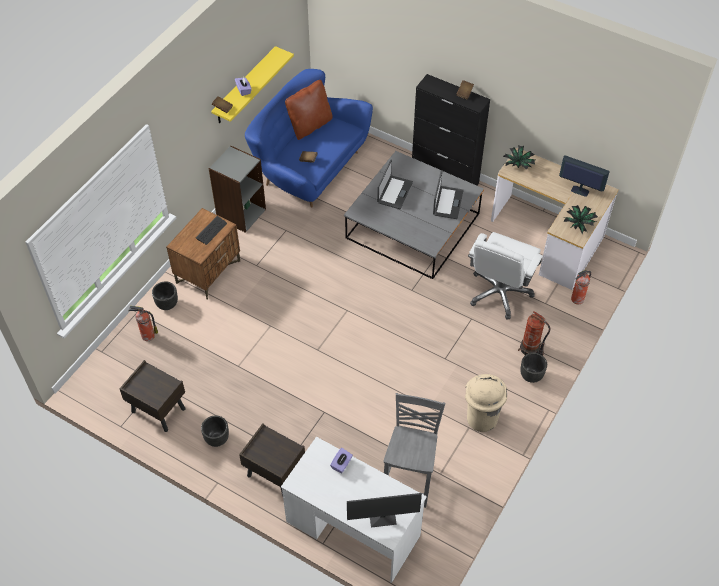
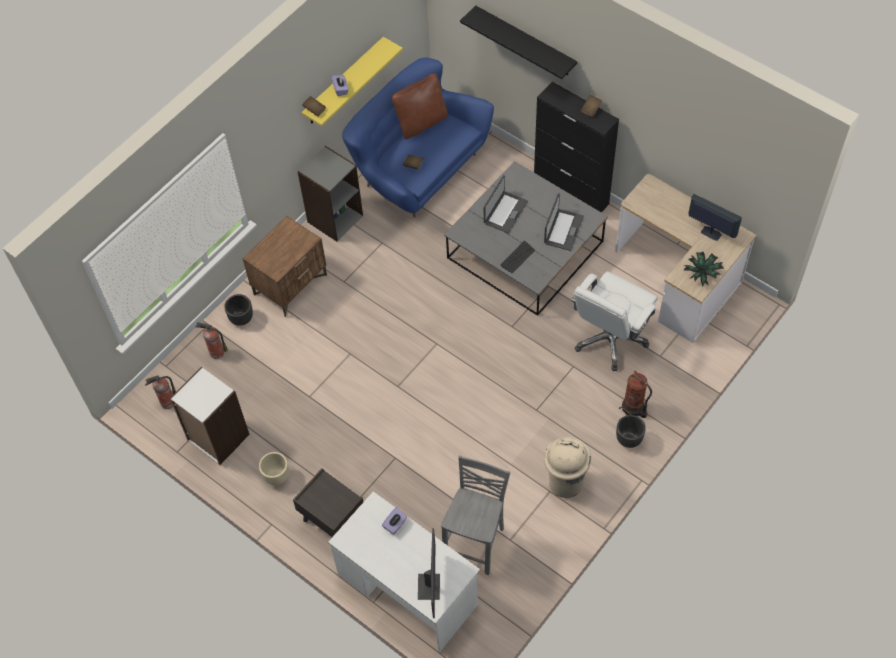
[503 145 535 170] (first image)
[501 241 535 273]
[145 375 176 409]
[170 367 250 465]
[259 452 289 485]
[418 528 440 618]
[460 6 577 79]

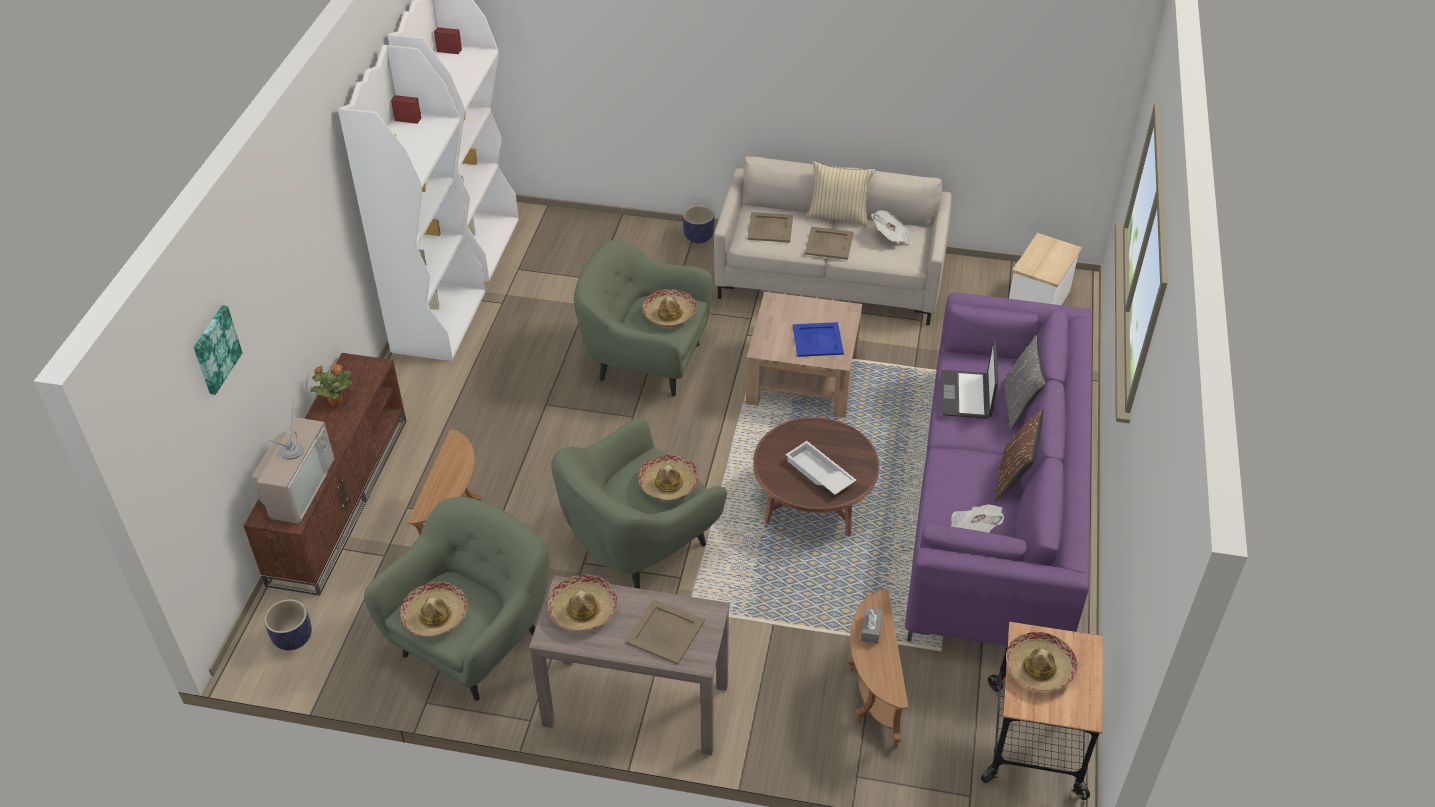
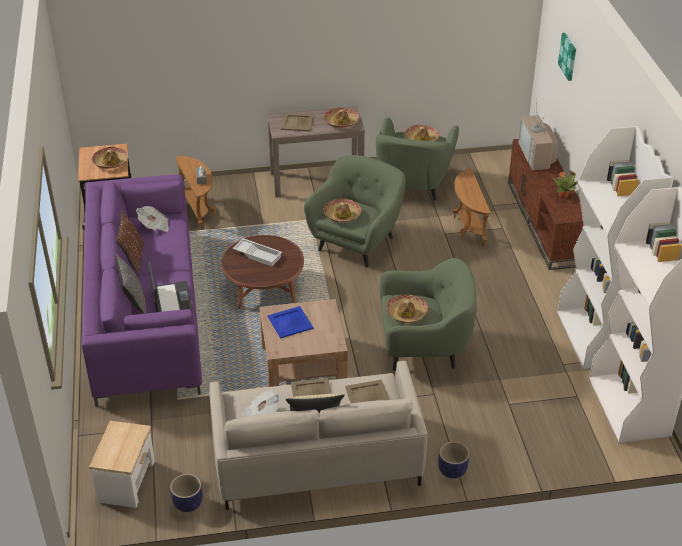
[170 474 203 512]

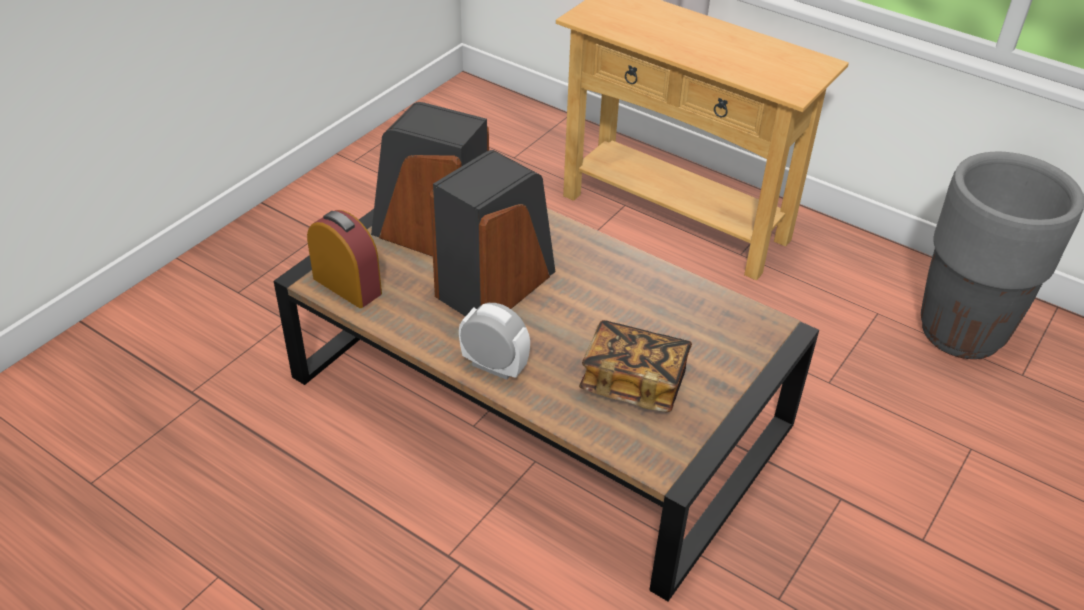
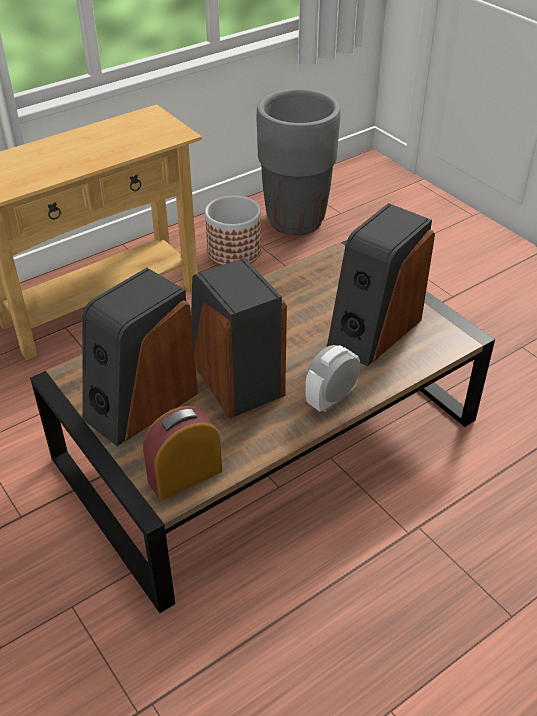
[327 203 435 366]
[205 195 261 265]

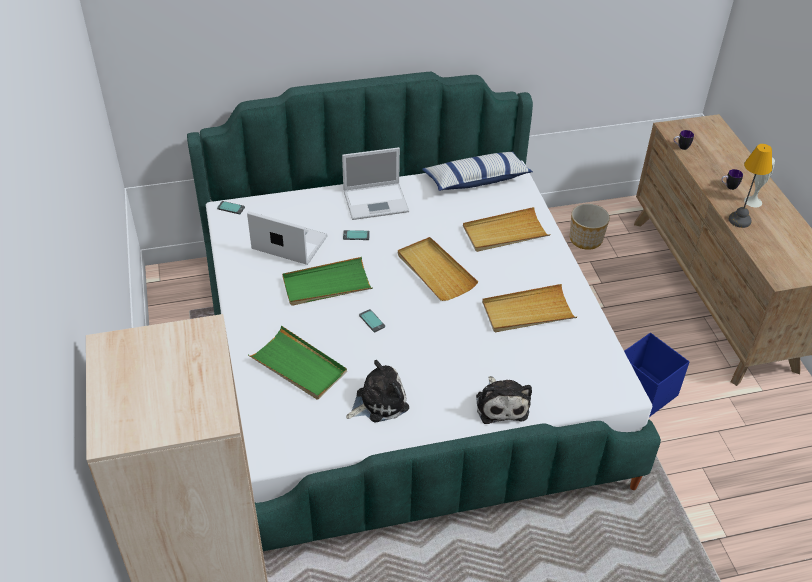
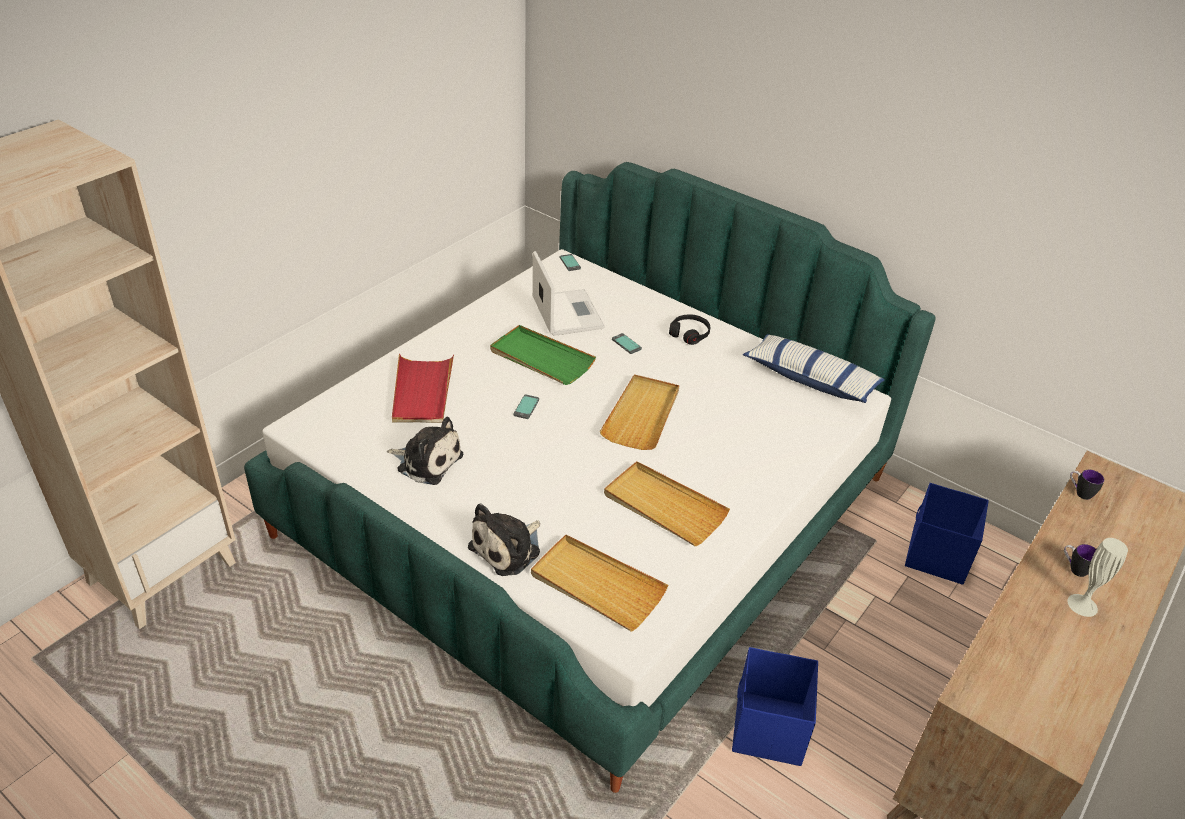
[729 144 772 228] (first image)
[669 314 710 345]
[905 483 989 584]
[531 534 668 631]
[392 354 454 423]

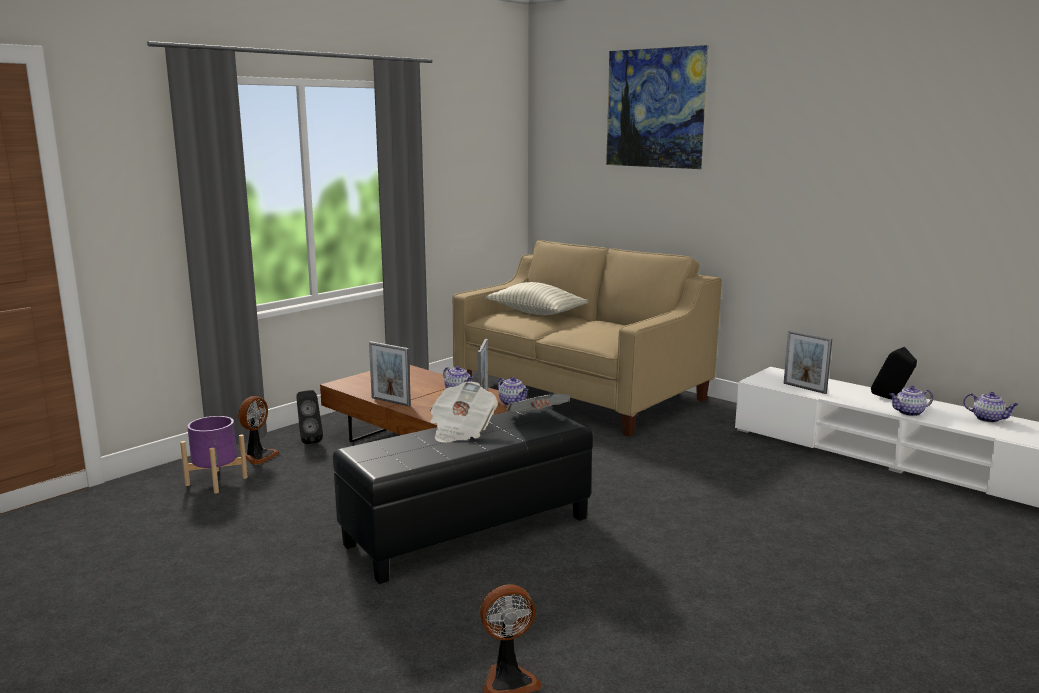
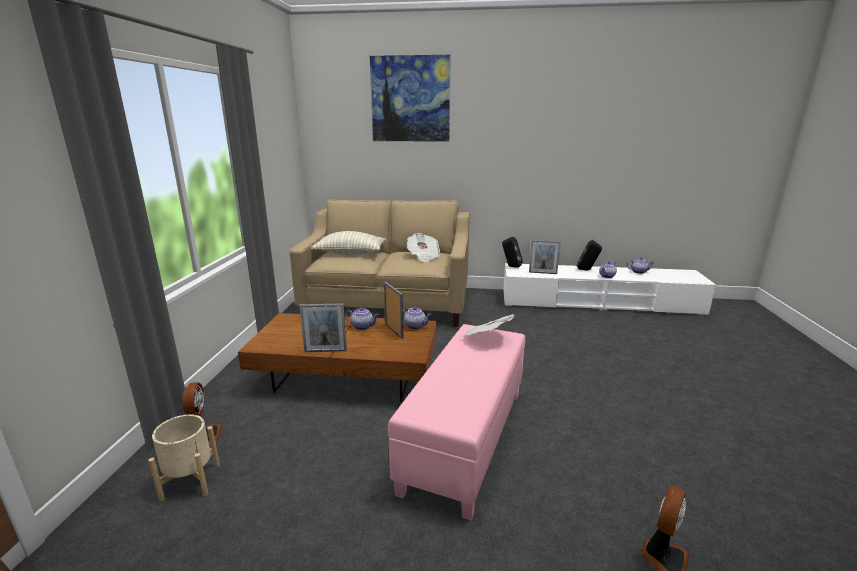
[407 233 440 262]
[502 237 523 268]
[388 324 525 521]
[148 414 220 501]

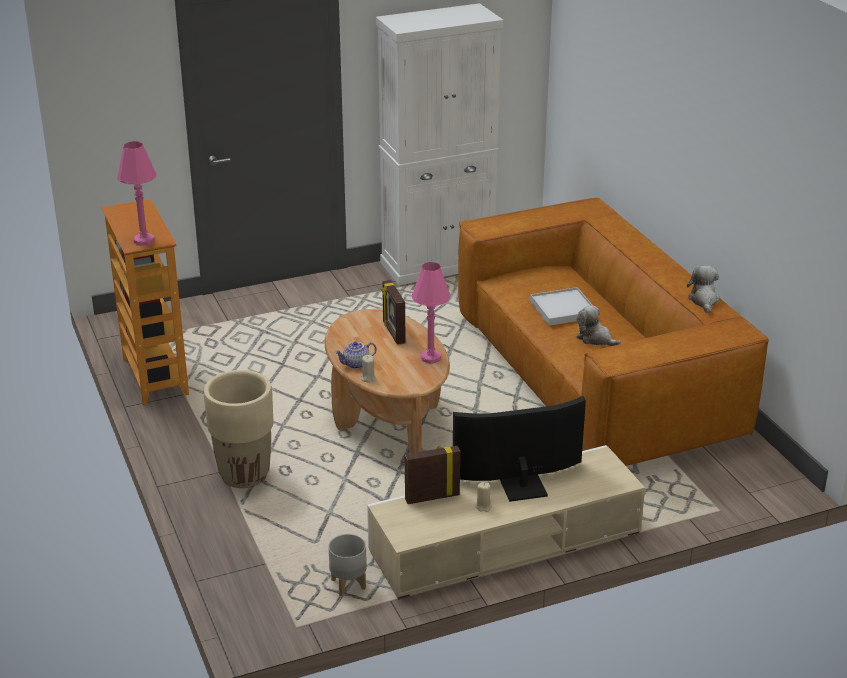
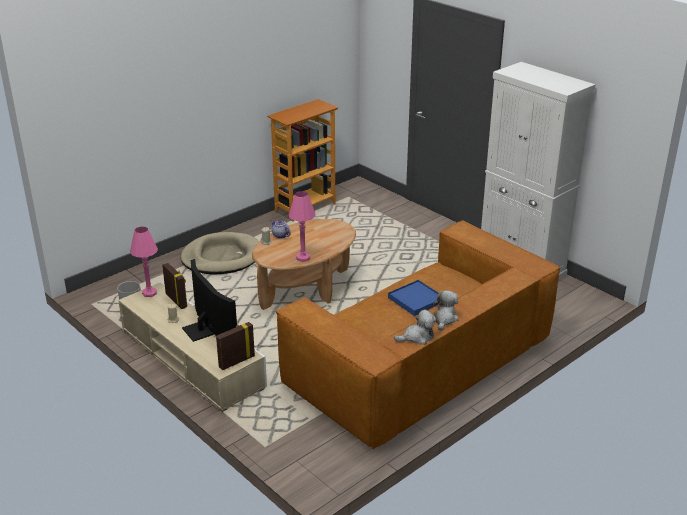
[130 226 158 297]
[216 322 255 370]
[388 280 439 316]
[432 290 459 331]
[181 232 259 275]

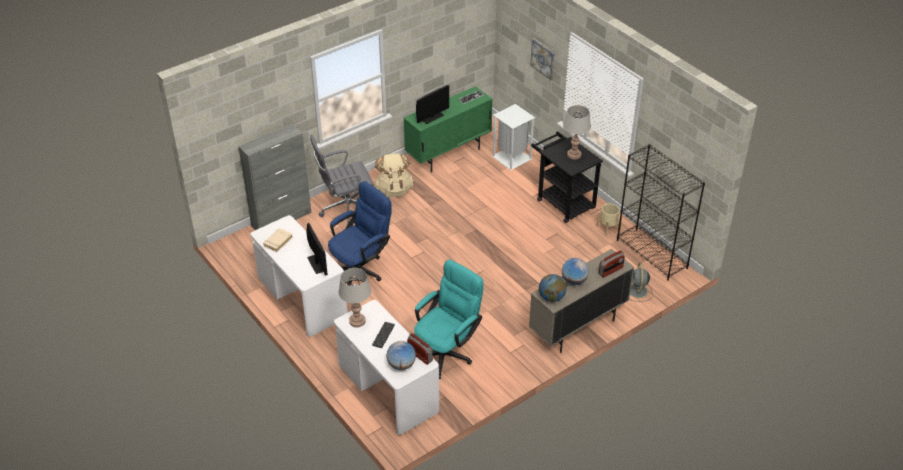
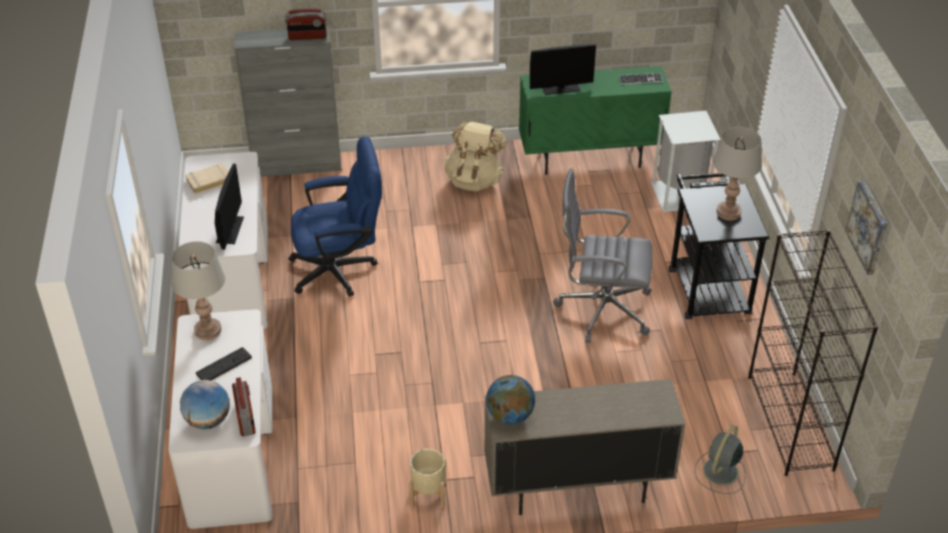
[845 180 888 275]
[553 168 652 343]
[409 449 447 507]
[285 9 327 40]
[562 258 589 285] (first image)
[414 259 484 379] (first image)

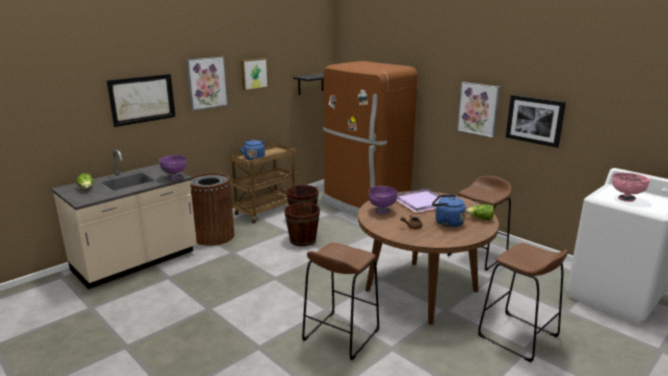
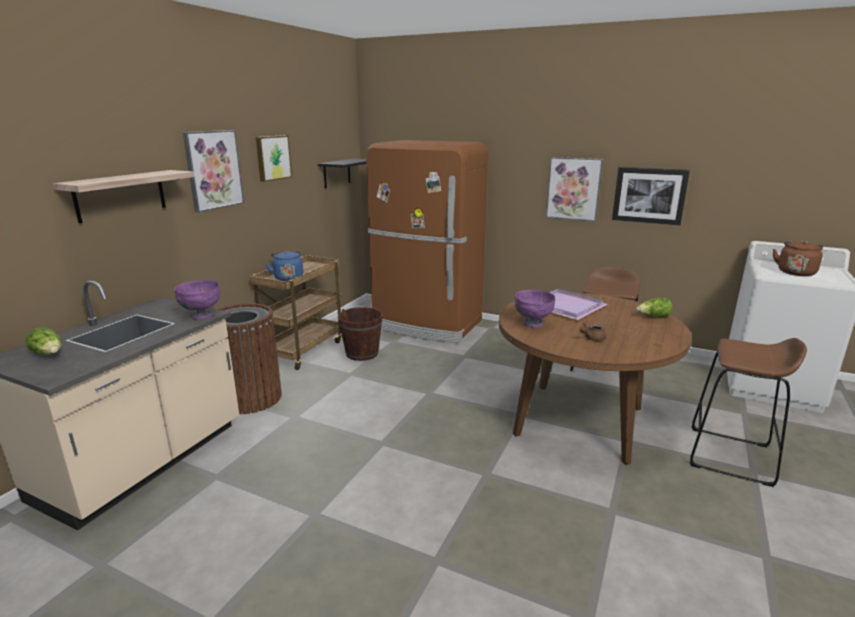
[53 170 194 223]
[773 241 823 276]
[432 194 466 227] (first image)
[284 202 320 246] (first image)
[302 242 379 360] (first image)

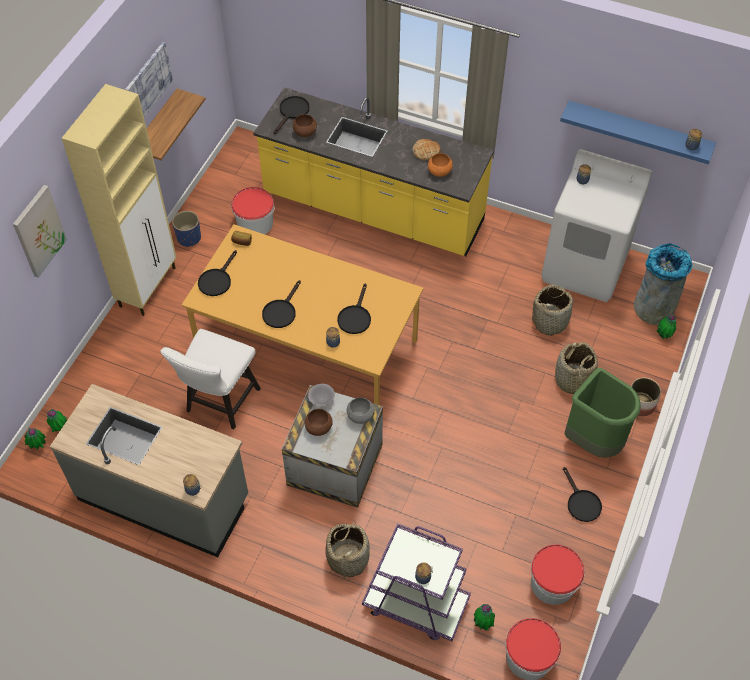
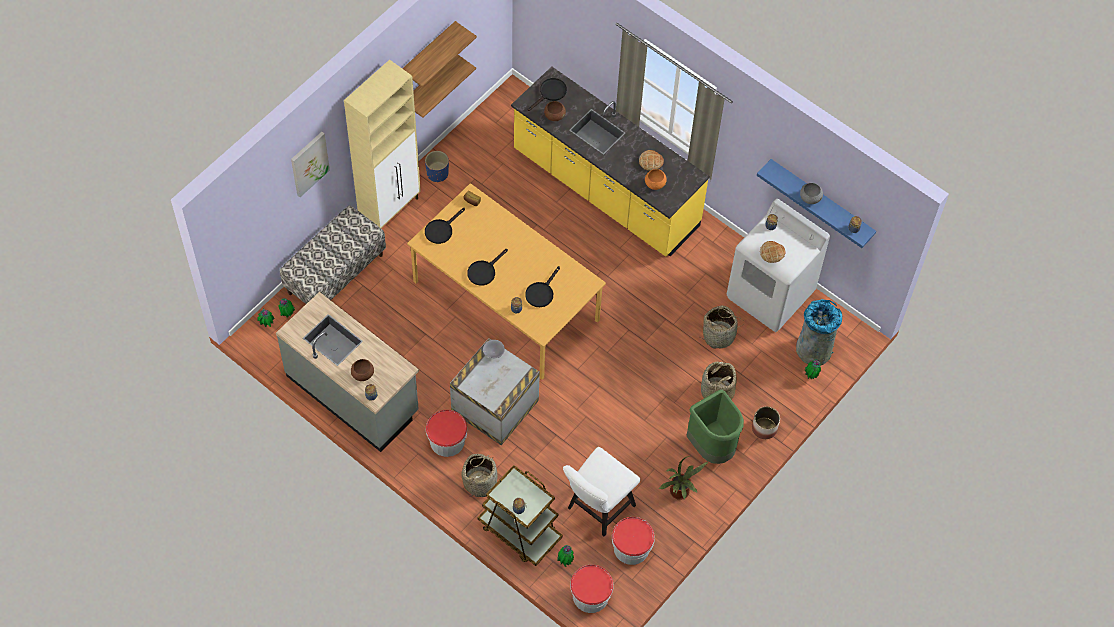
[402 21 477 87]
[426 410 467 457]
[563 447 640 536]
[800 183 823 204]
[351 359 374 381]
[659 456 708 500]
[478 465 563 566]
[280 205 386 304]
[760 241 786 263]

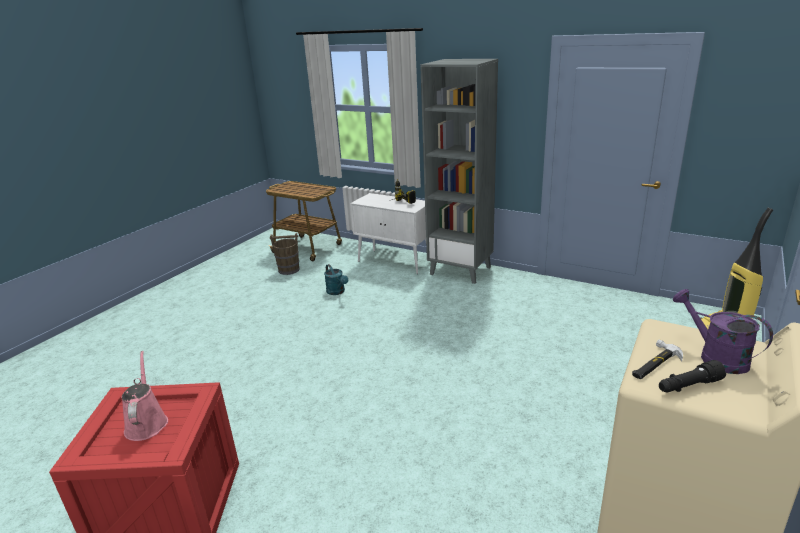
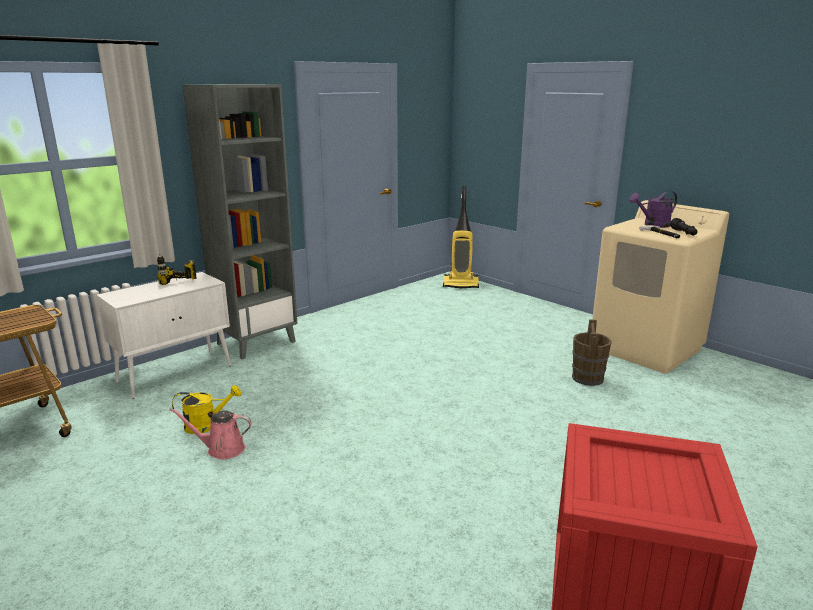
[572 319 612 386]
[172 385 241 434]
[170 408 252 459]

